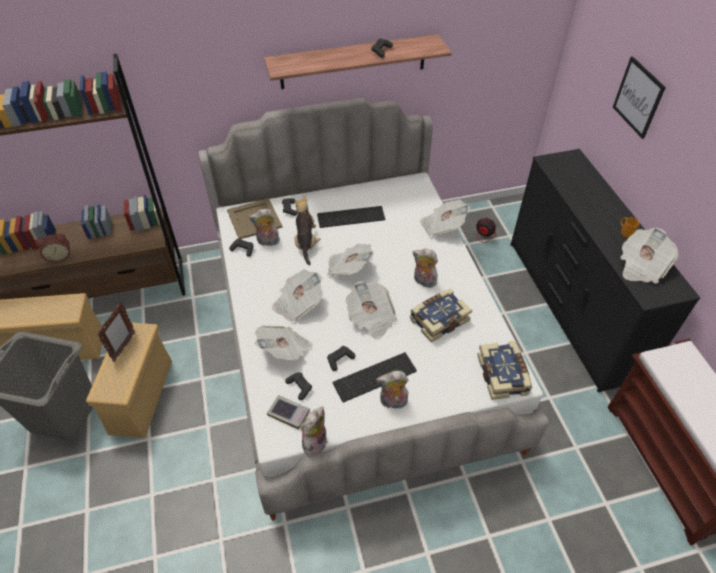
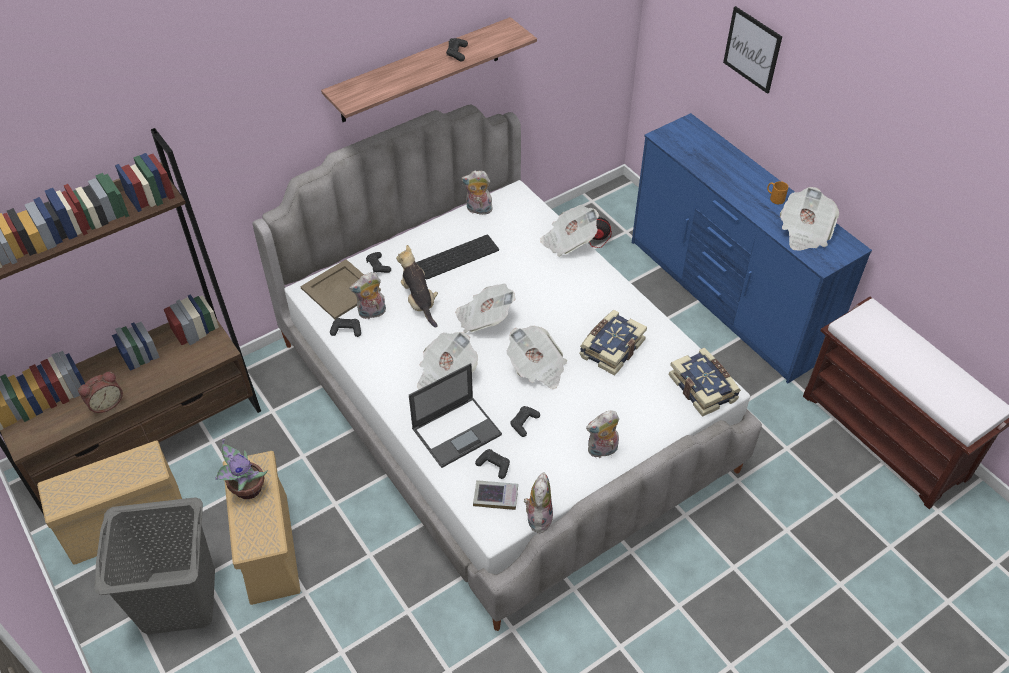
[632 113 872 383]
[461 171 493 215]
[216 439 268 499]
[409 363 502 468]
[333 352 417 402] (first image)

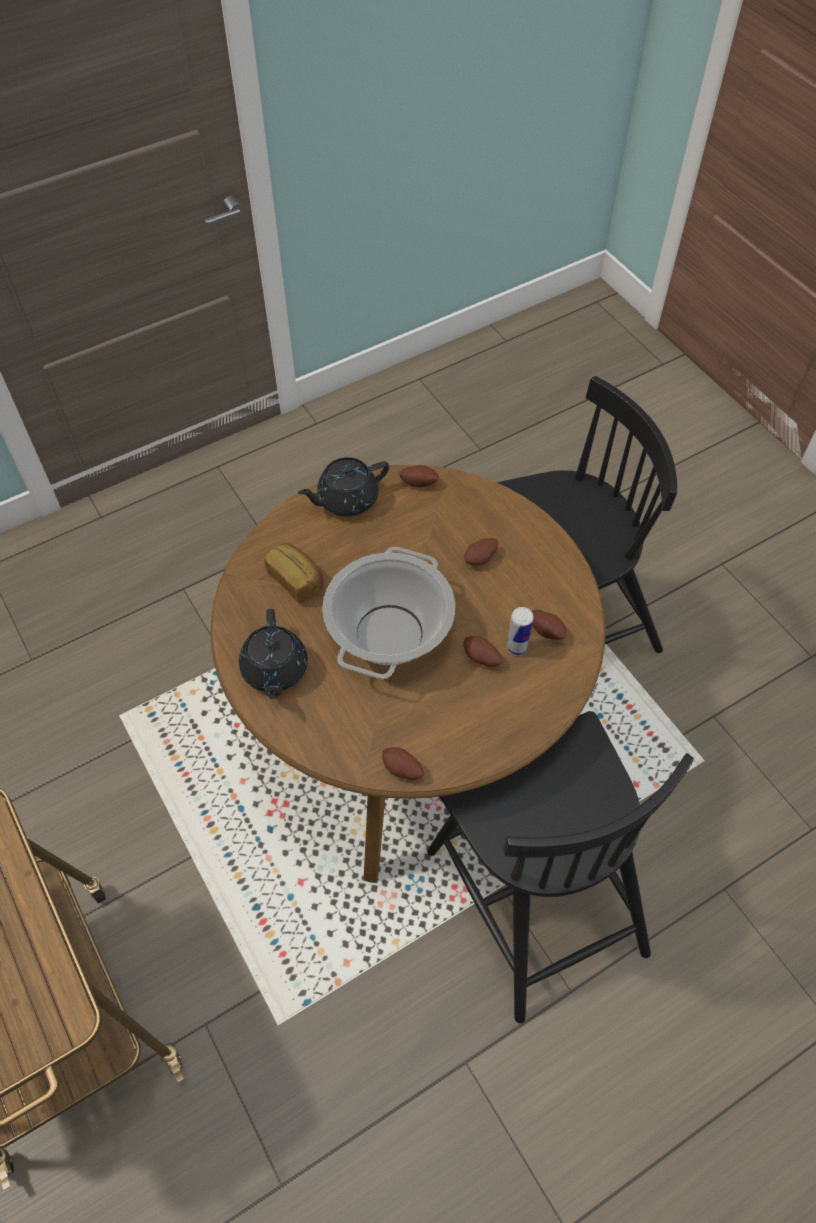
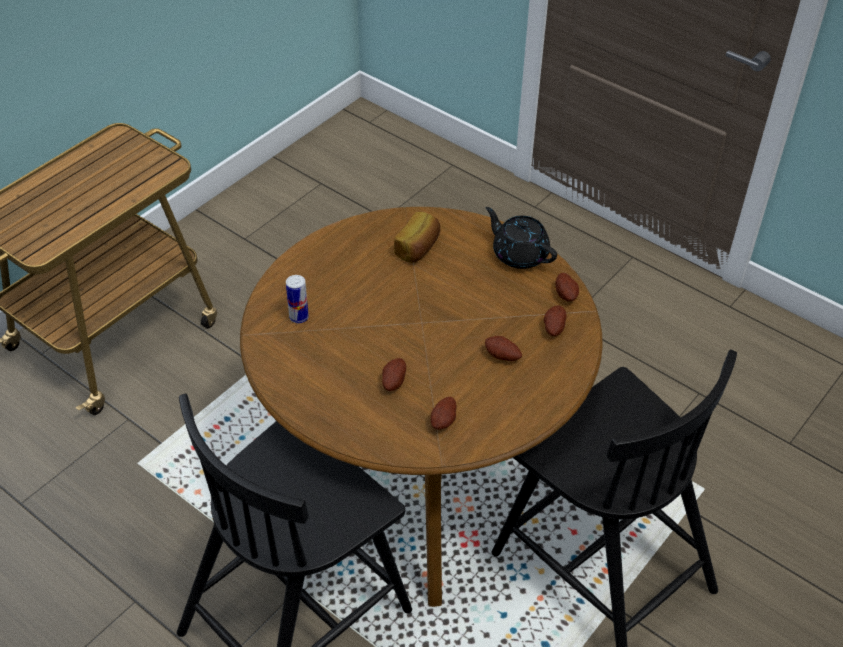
[322 547 455 679] (first image)
[286 275 309 323]
[239 609 308 700] (first image)
[544 306 567 336]

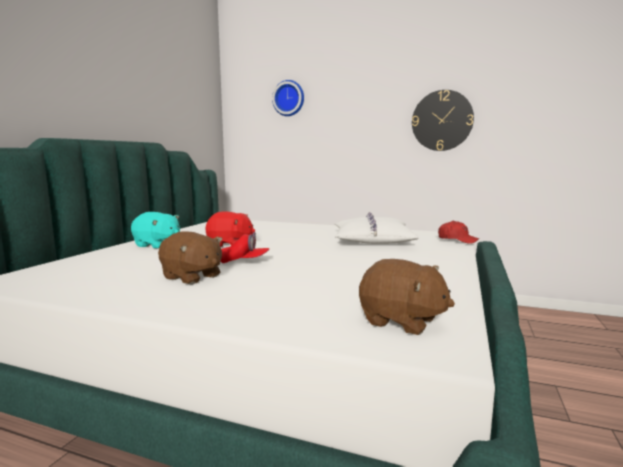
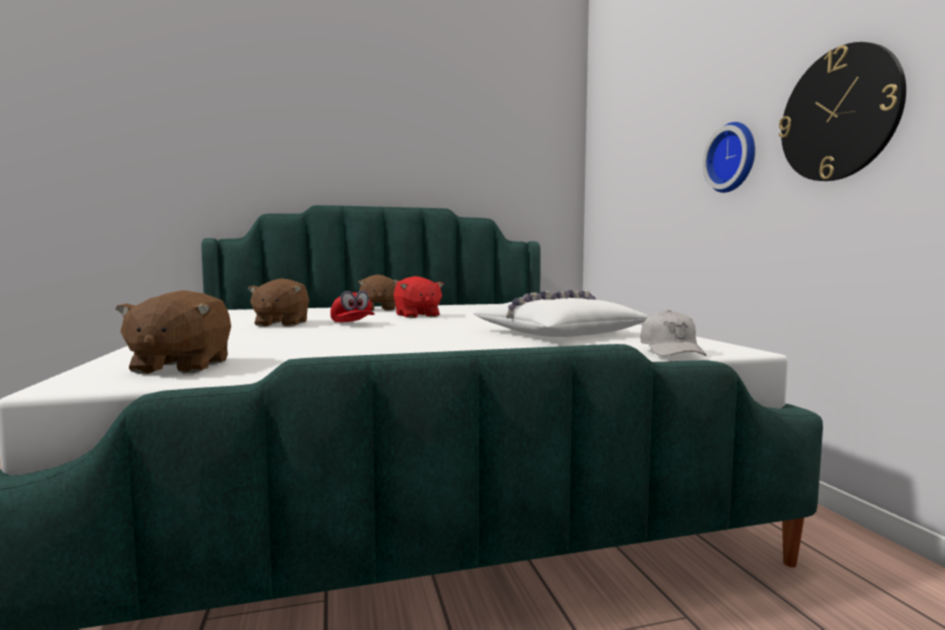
[702 122 755 193]
[358 274 399 311]
[641 310 707 356]

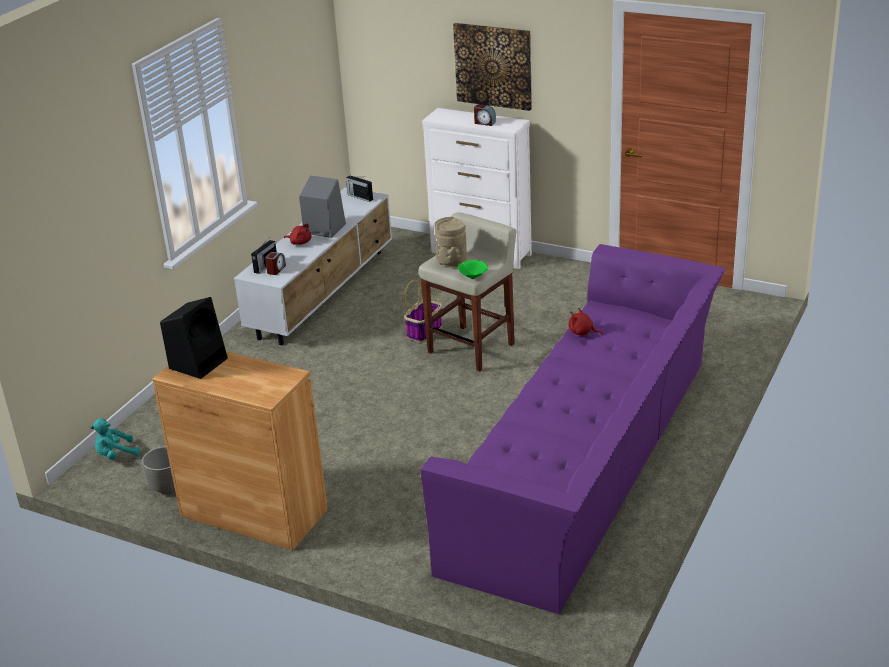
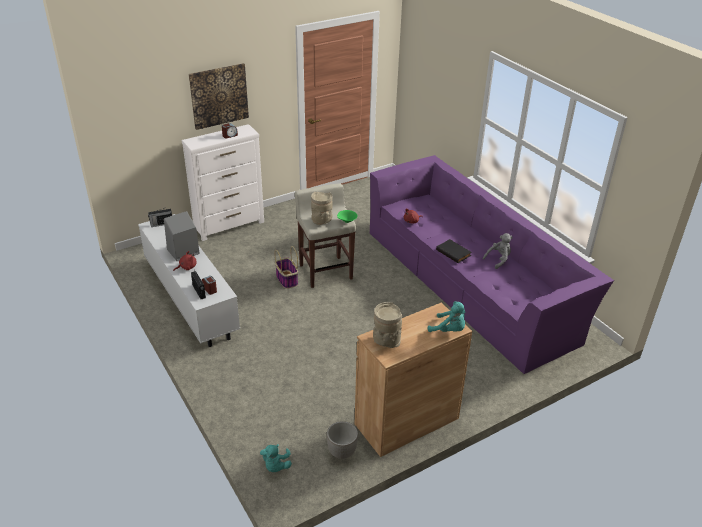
[373 302 402 348]
[483 233 513 269]
[436 239 472 263]
[428 301 465 332]

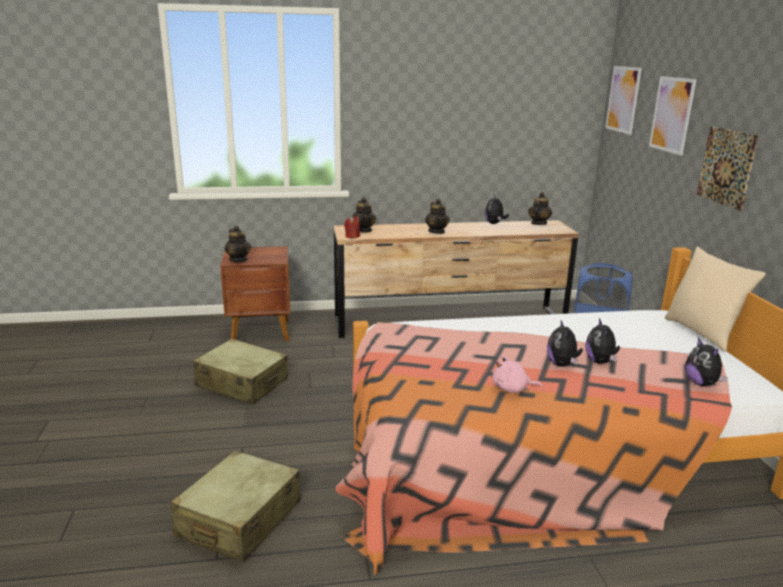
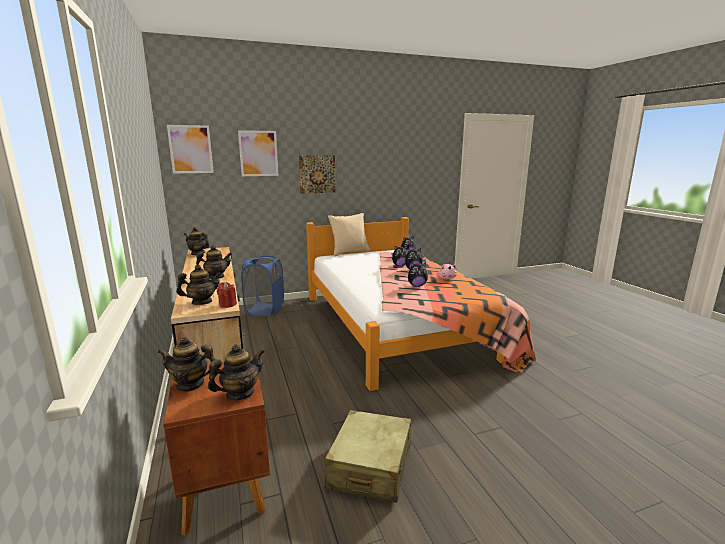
[408 262 428 287]
[170 450 301 562] (first image)
[157 337 215 392]

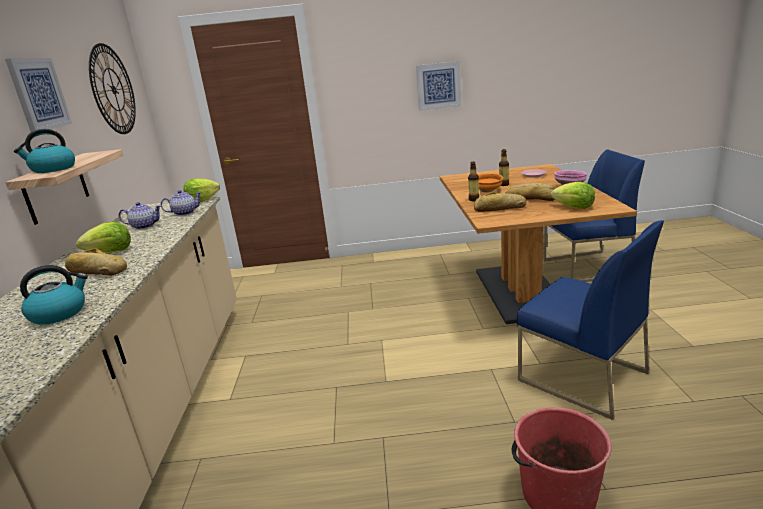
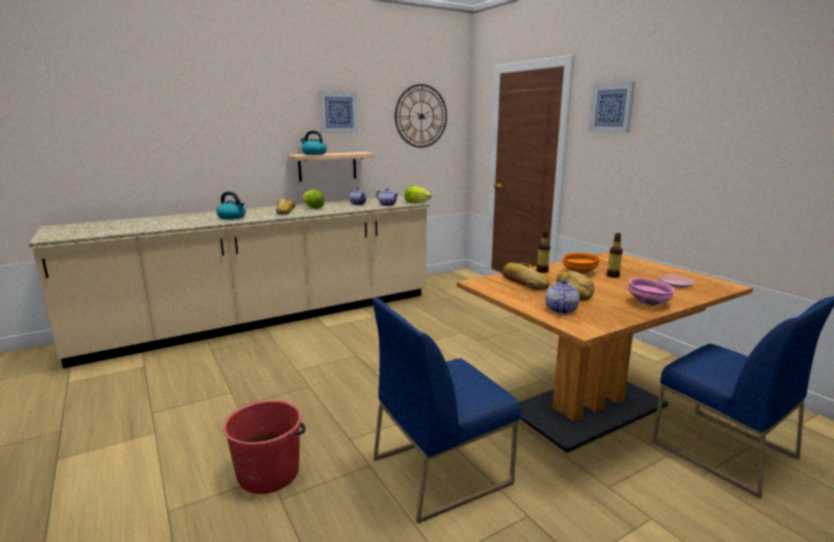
[588 81 635 133]
[545 280 580 314]
[372 298 521 524]

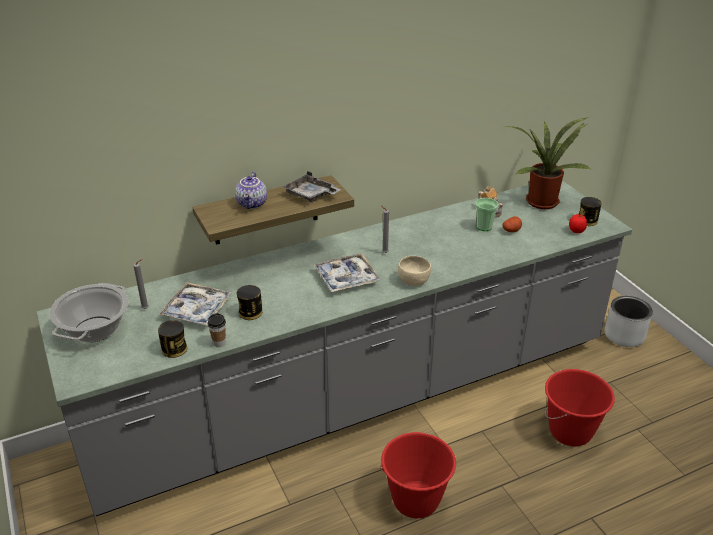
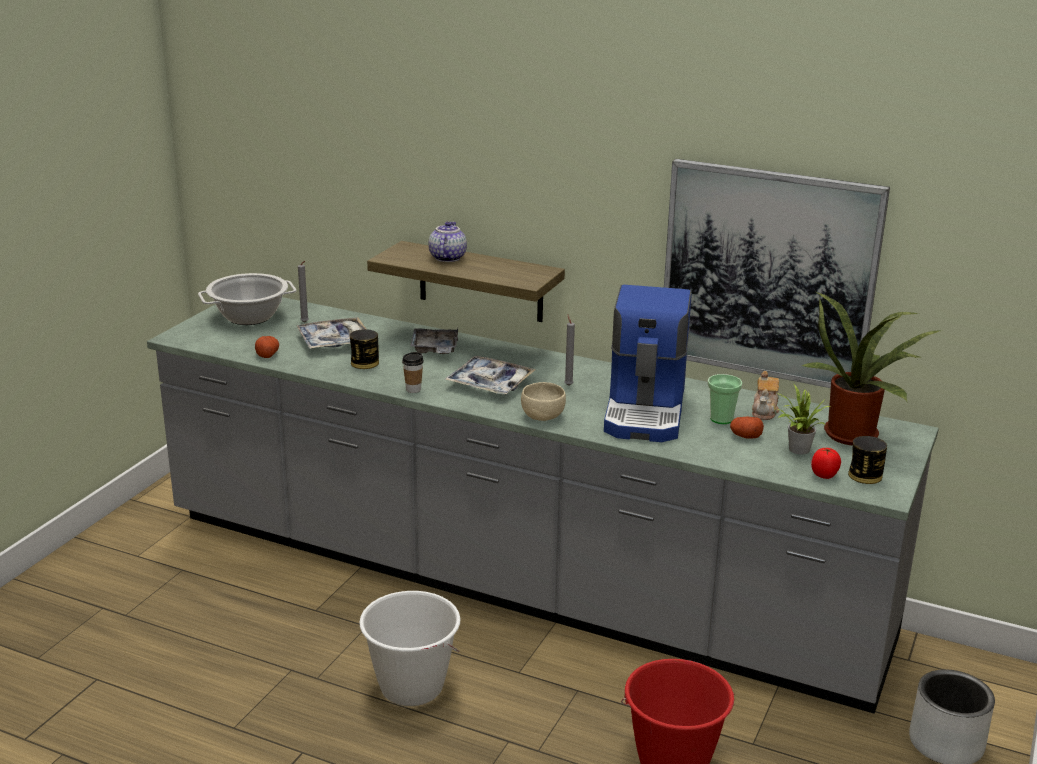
[410 328 458 354]
[429 222 467 262]
[402 352 424 393]
[255 336 279 358]
[359 591 461 706]
[664 159 890 388]
[604 285 692 442]
[776 385 831 455]

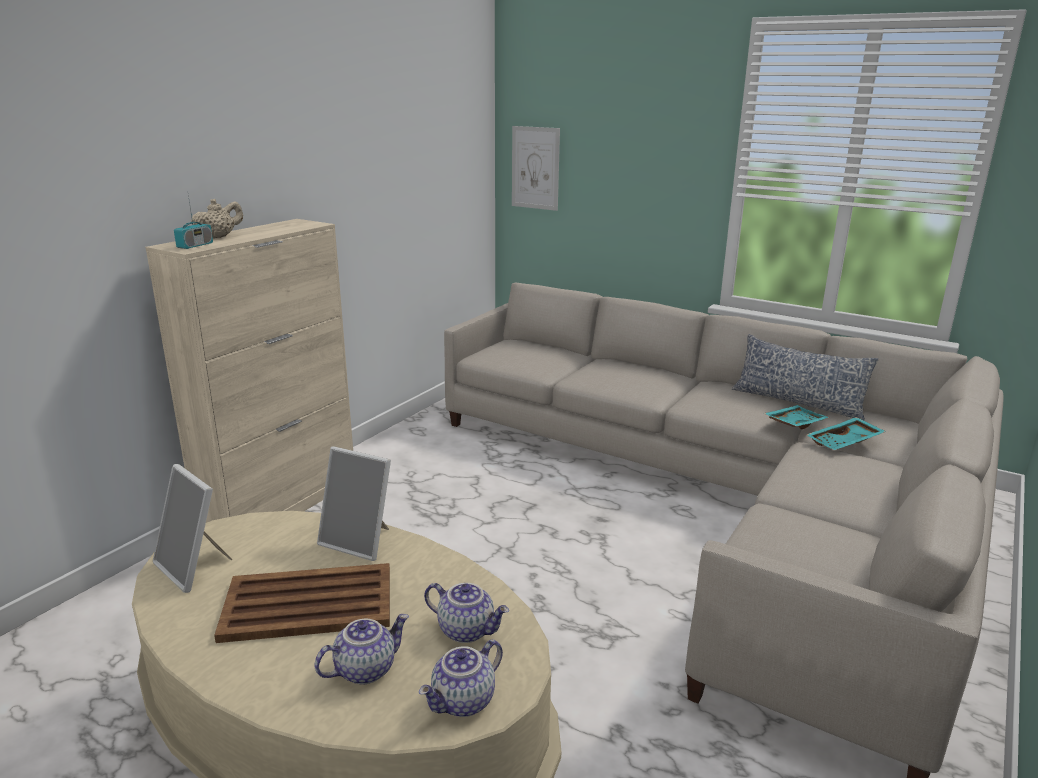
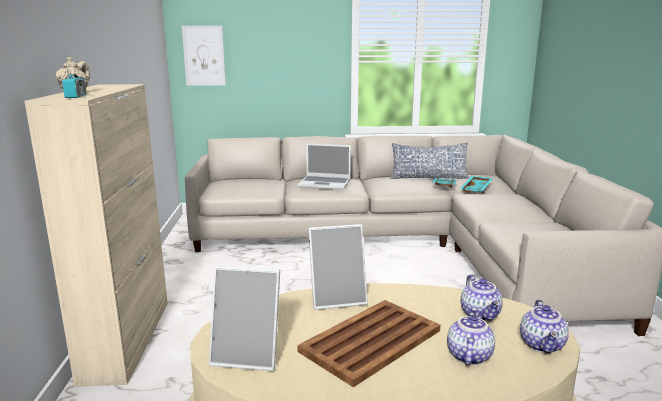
[461 275 503 321]
[298 143 351 190]

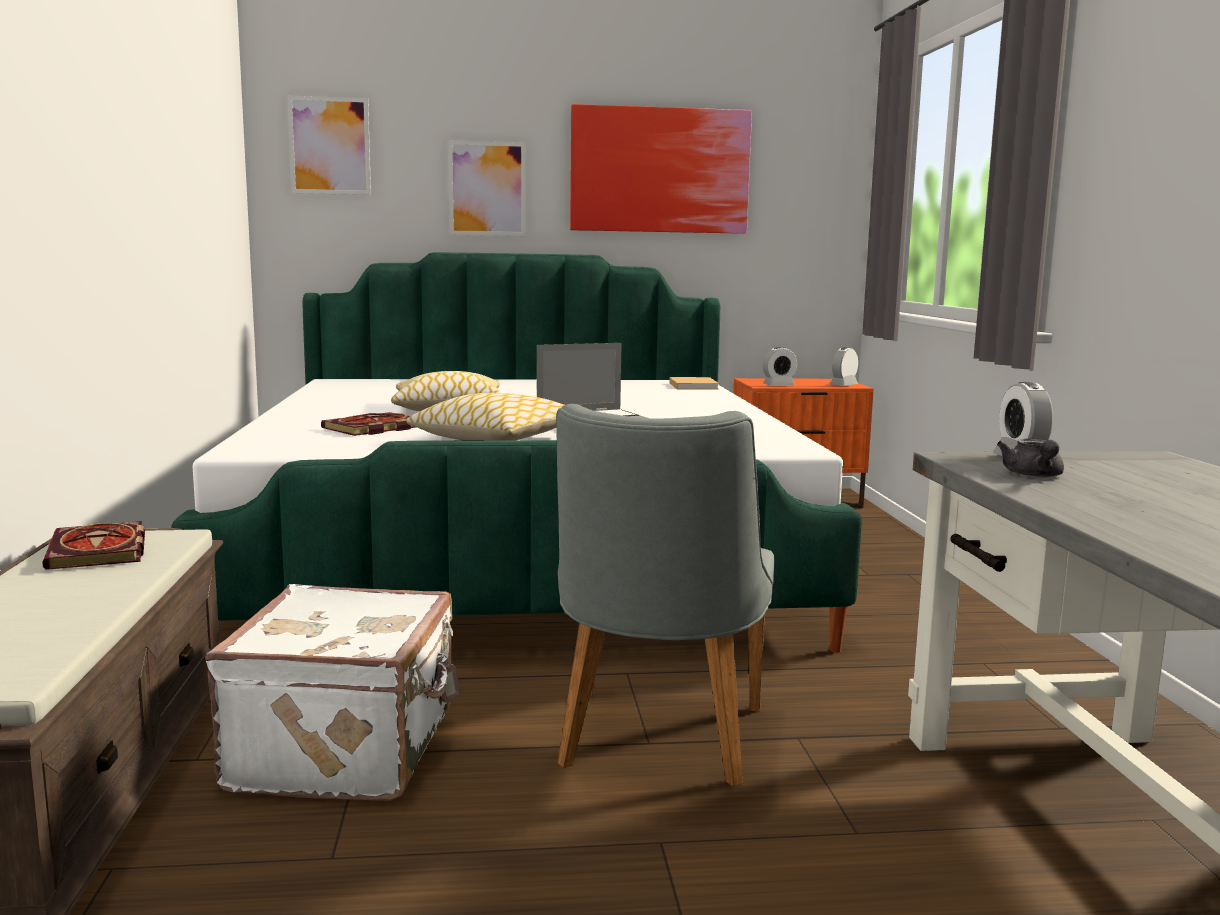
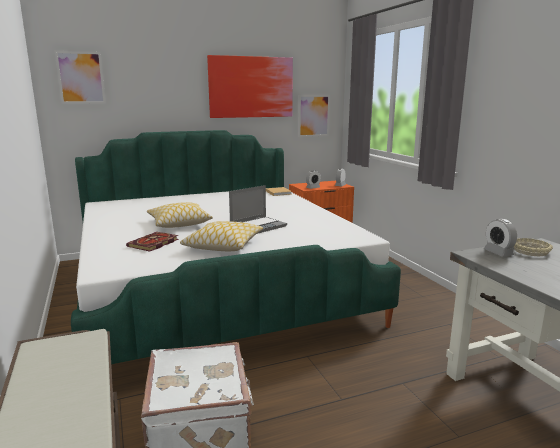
[298 95 330 137]
[556 404 775 787] (first image)
[997 439 1064 478] (first image)
[42 521 145 570] (first image)
[514 238 553 256]

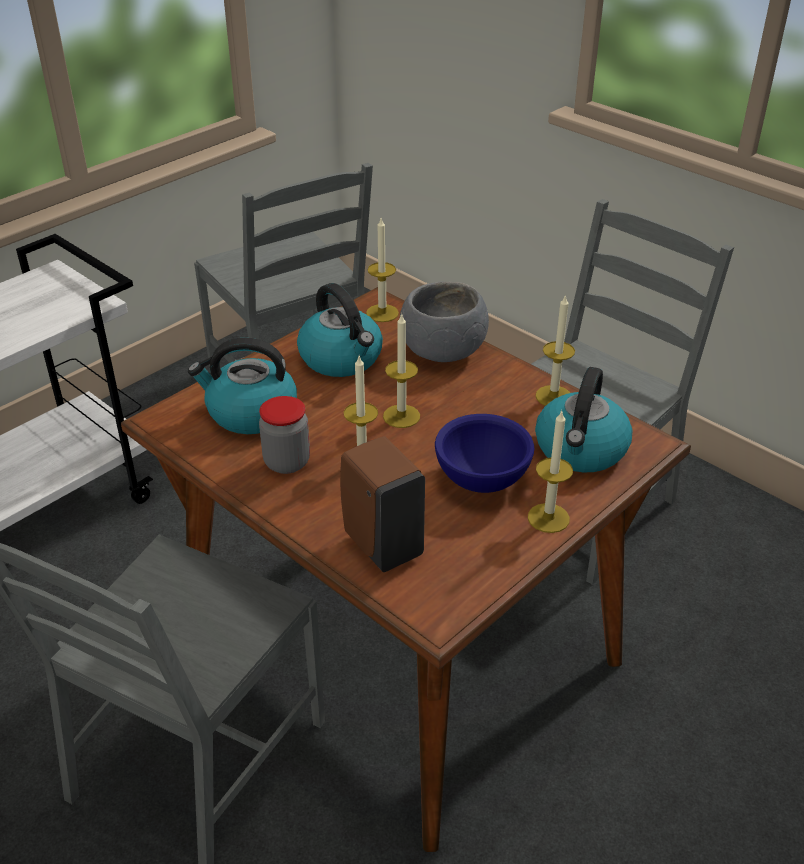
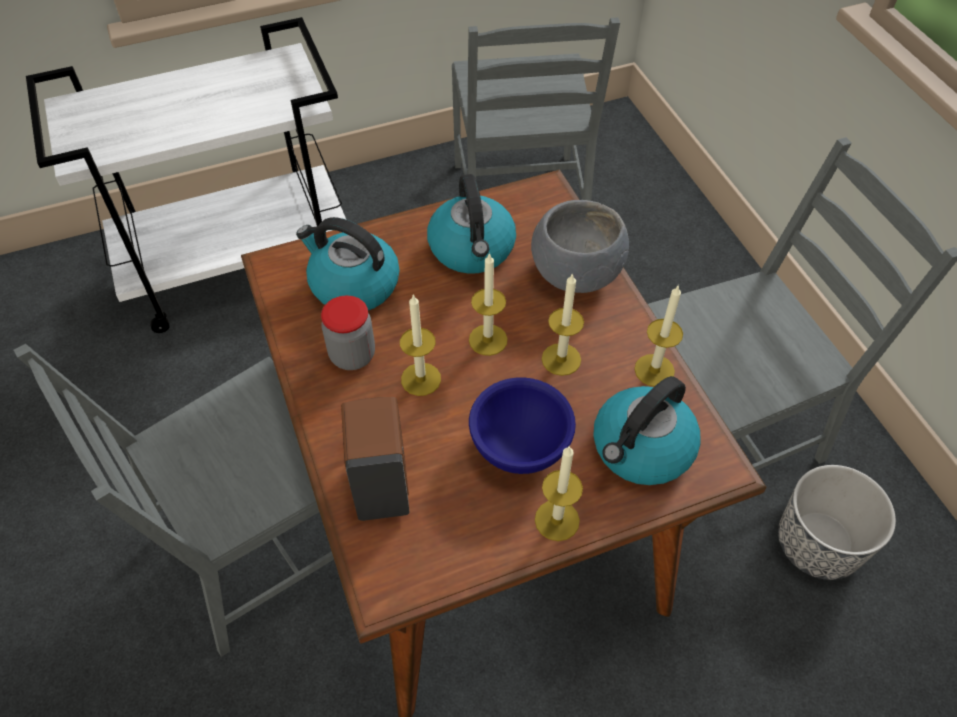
[542 273 584 376]
[778 465 896 580]

